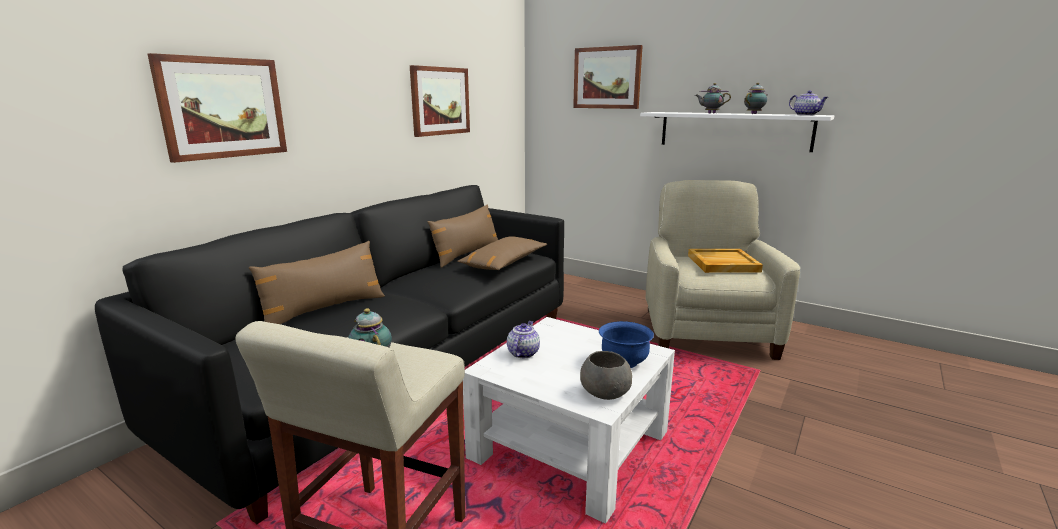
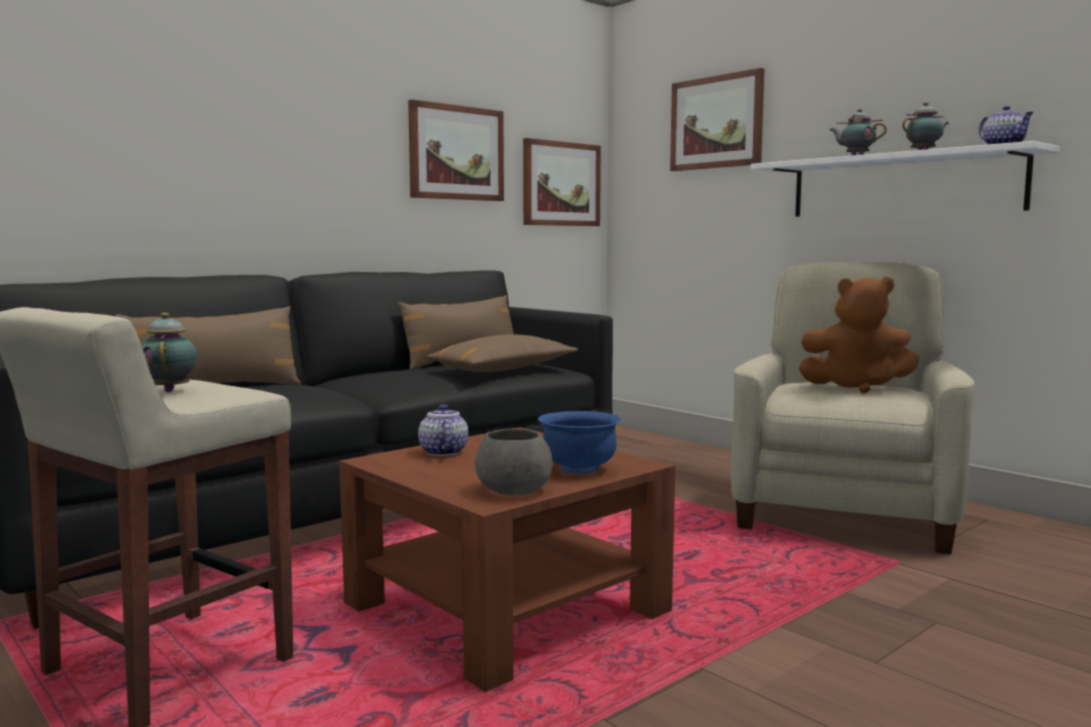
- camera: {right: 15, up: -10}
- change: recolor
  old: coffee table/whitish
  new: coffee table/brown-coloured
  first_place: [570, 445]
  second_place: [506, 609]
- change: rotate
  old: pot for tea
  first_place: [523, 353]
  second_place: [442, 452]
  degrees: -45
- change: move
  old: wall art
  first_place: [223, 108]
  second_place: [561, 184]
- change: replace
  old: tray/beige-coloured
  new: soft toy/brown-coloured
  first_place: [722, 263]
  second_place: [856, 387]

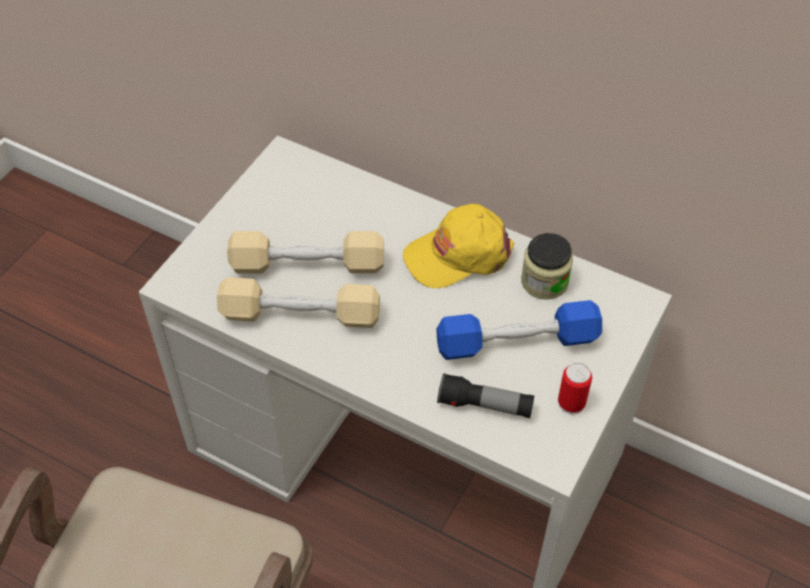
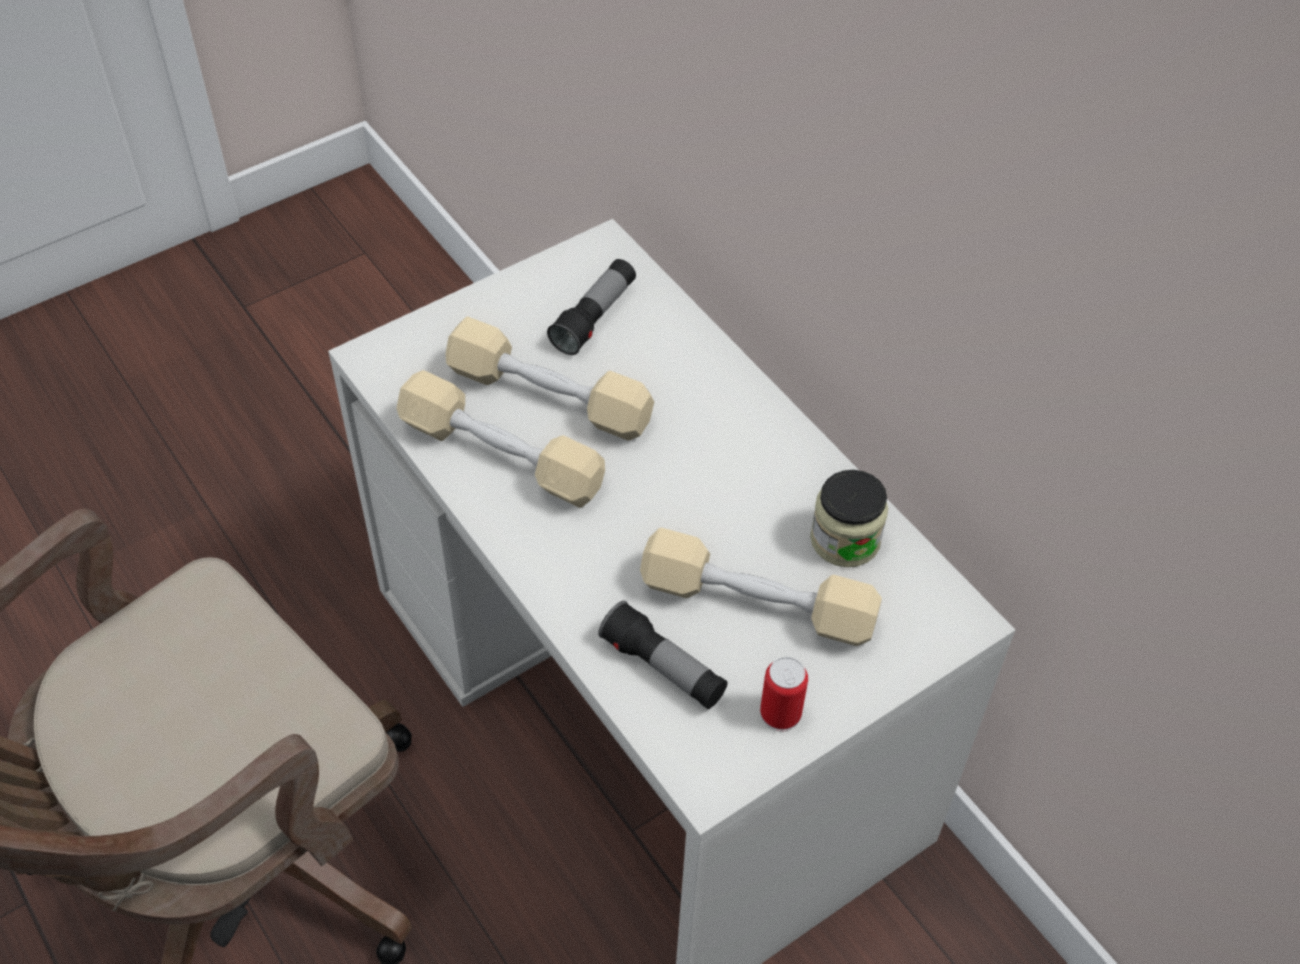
- camera: {right: 25, up: 0}
- change: insert
  new: torch
  second_place: [594, 317]
- change: recolor
  old: dumbbell/blue
  new: dumbbell/beige-coloured
  first_place: [517, 342]
  second_place: [757, 604]
- change: delete
  old: cap/yellowish
  first_place: [458, 254]

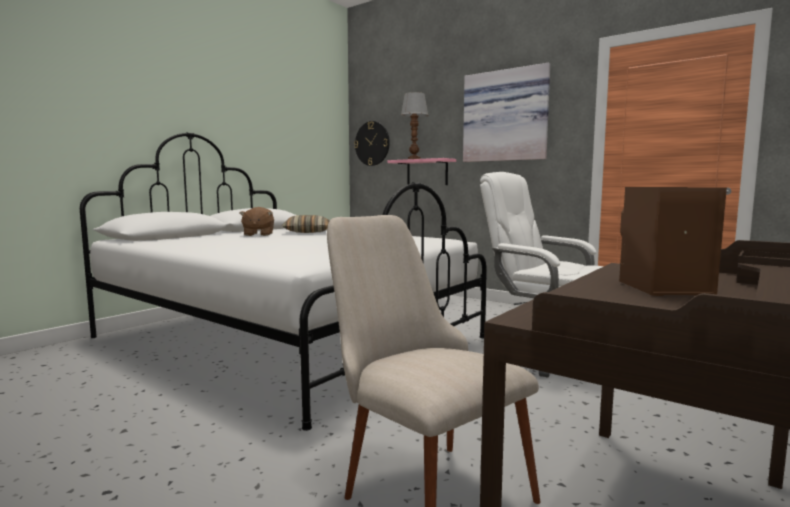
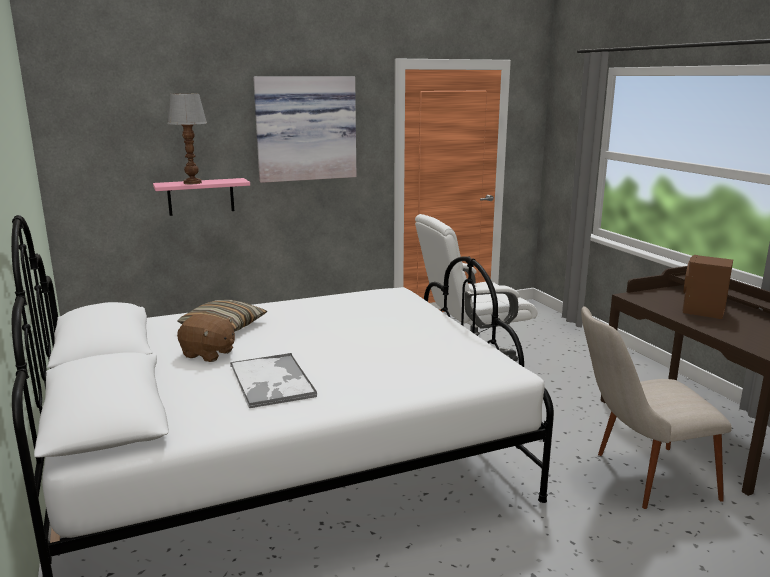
- camera: {right: -60, up: 10}
- change: insert
  new: tray
  second_place: [272, 381]
- change: delete
  old: wall clock
  first_place: [372, 143]

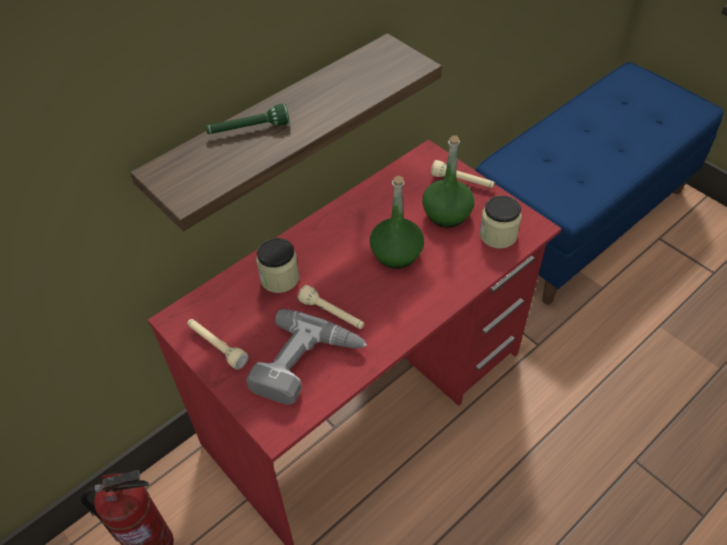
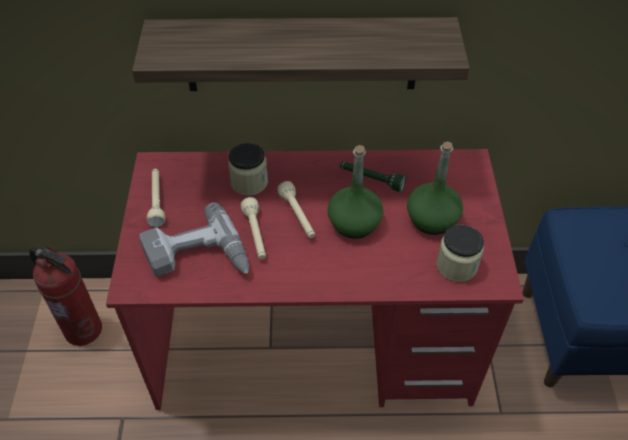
- camera: {right: 40, up: 0}
- change: move
  old: torch/beige-coloured
  first_place: [462, 181]
  second_place: [298, 216]
- change: move
  old: torch/green-coloured
  first_place: [248, 129]
  second_place: [371, 180]

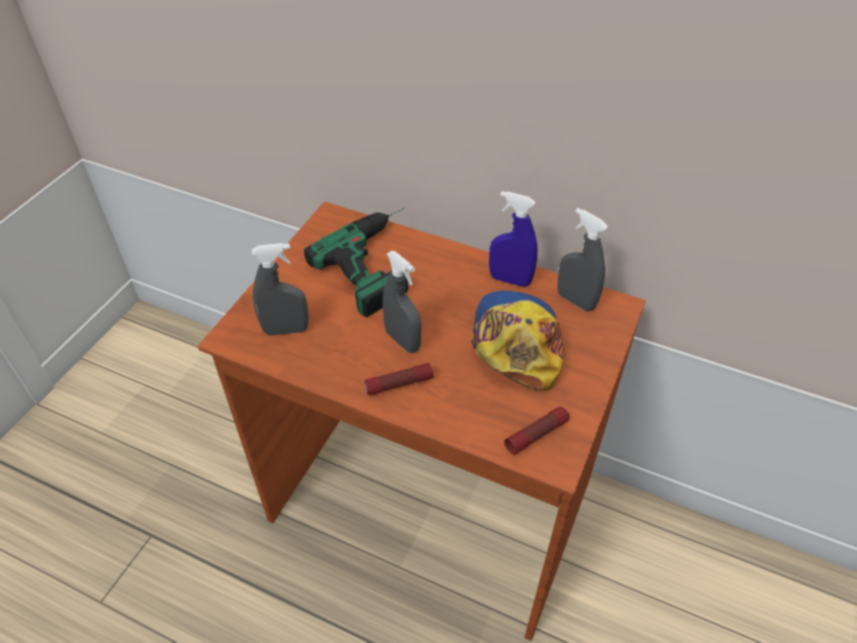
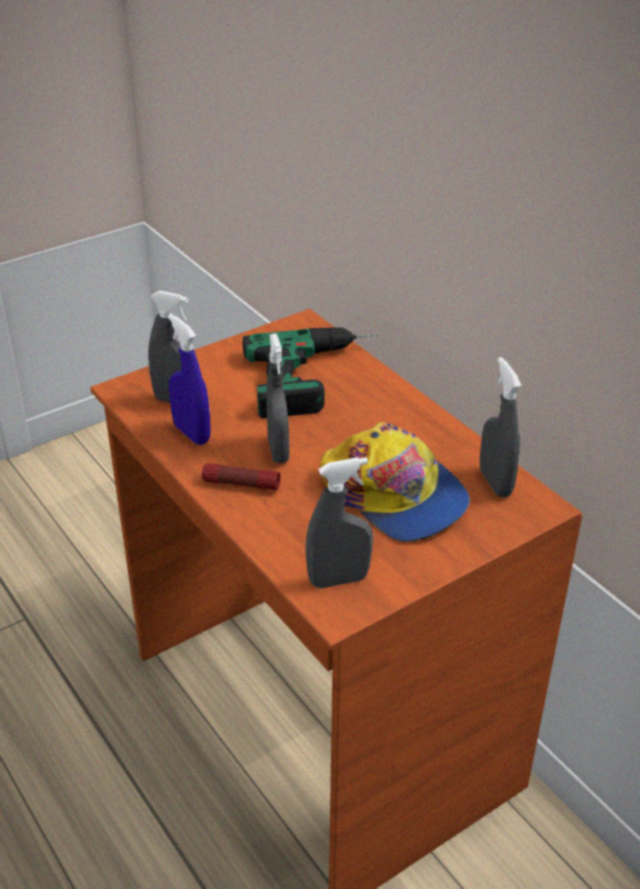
- camera: {right: 30, up: -10}
- change: move
  old: spray bottle/blue
  first_place: [510, 280]
  second_place: [191, 433]
- change: replace
  old: torch
  new: spray bottle/grey
  first_place: [536, 434]
  second_place: [338, 580]
- change: rotate
  old: cap
  first_place: [517, 342]
  second_place: [394, 494]
  degrees: 105

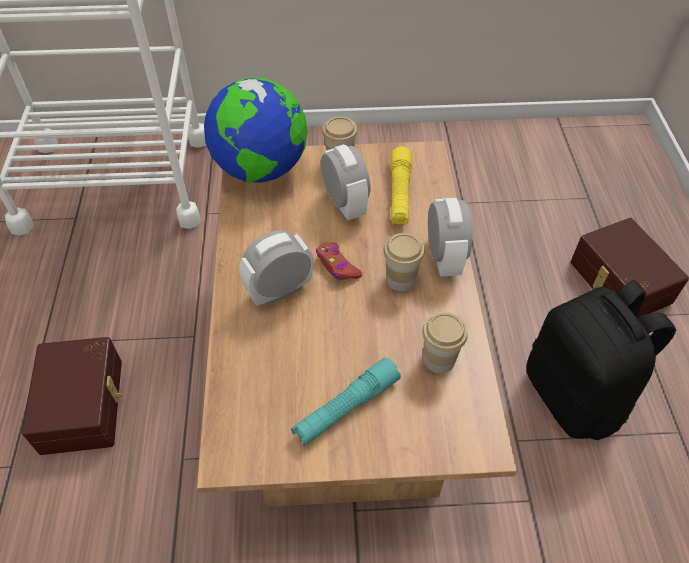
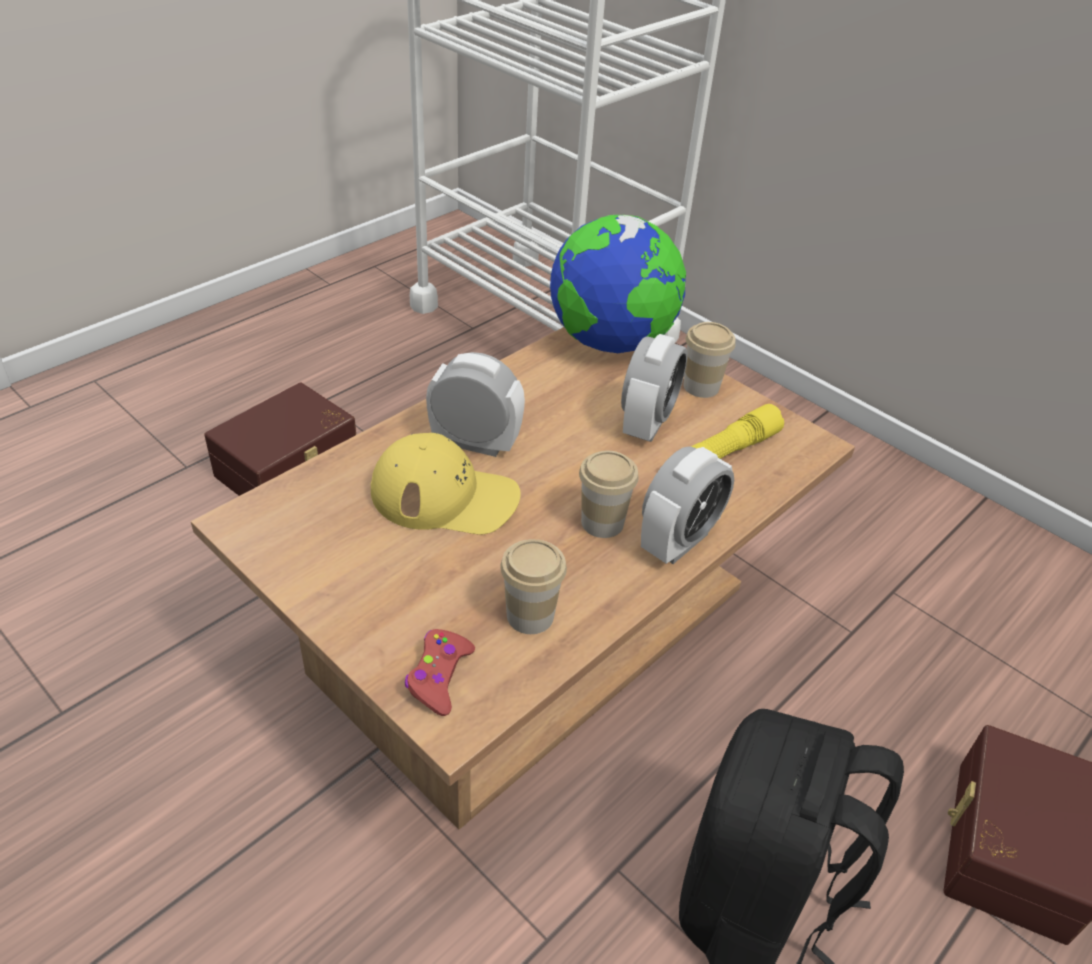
- camera: {right: 45, up: -10}
- change: insert
  new: cap/yellowish
  second_place: [445, 496]
- change: move
  old: game controller/reddish
  first_place: [337, 266]
  second_place: [439, 677]
- change: delete
  old: torch/blue-green
  first_place: [346, 407]

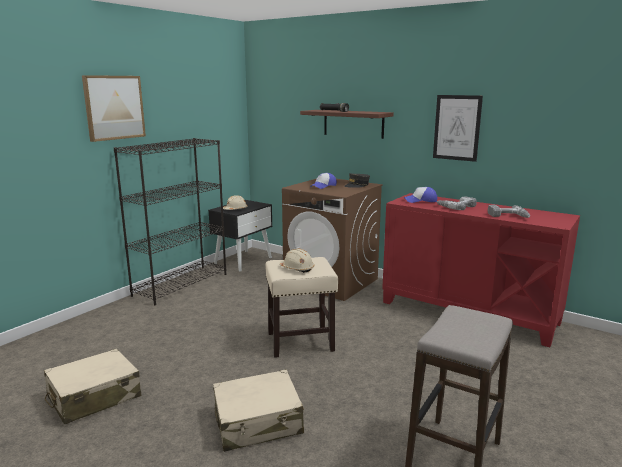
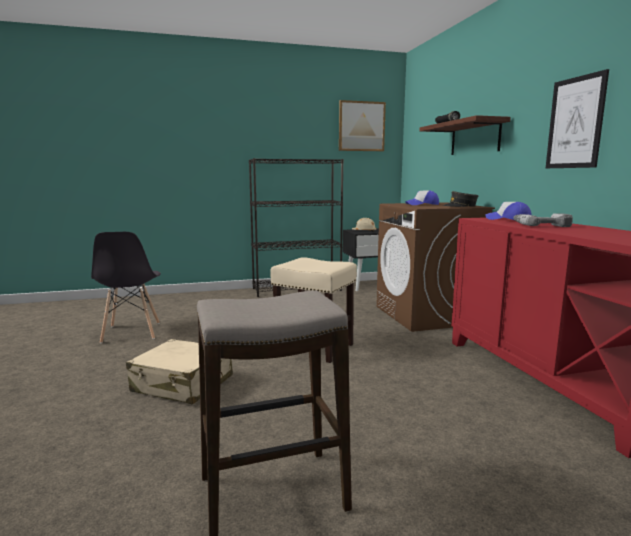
- camera: {right: 40, up: -5}
- change: replace
  old: piece of luggage/beige-coloured
  new: upright chair/grey
  first_place: [94, 397]
  second_place: [131, 333]
- change: move
  old: wall art
  first_place: [114, 107]
  second_place: [361, 126]
- change: delete
  old: hard hat/beige-coloured
  first_place: [297, 268]
- change: delete
  old: electric drill
  first_place: [508, 216]

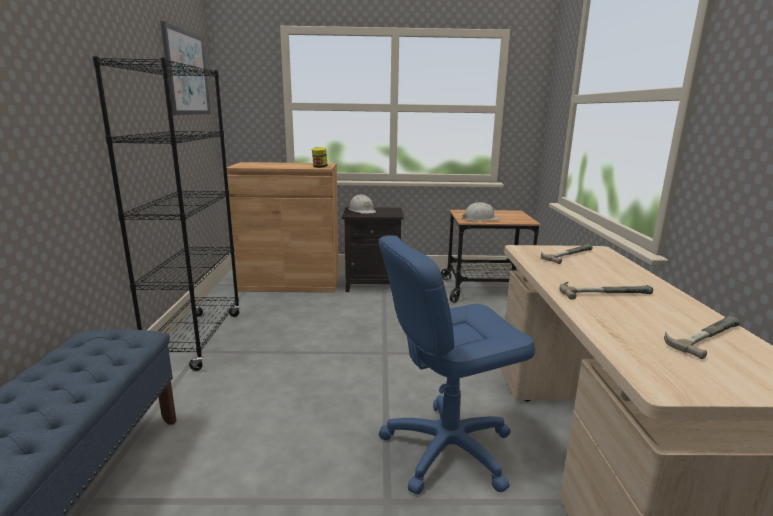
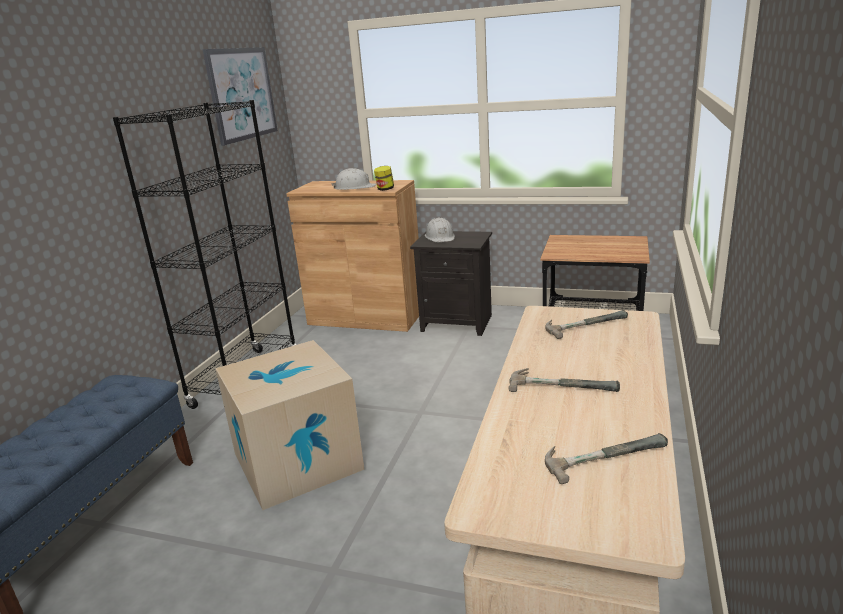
- camera: {right: 20, up: 5}
- change: insert
  new: cardboard box
  second_place: [297, 461]
- change: move
  old: hard hat/whitish
  first_place: [480, 219]
  second_place: [354, 187]
- change: delete
  old: desk chair/blue
  first_place: [447, 448]

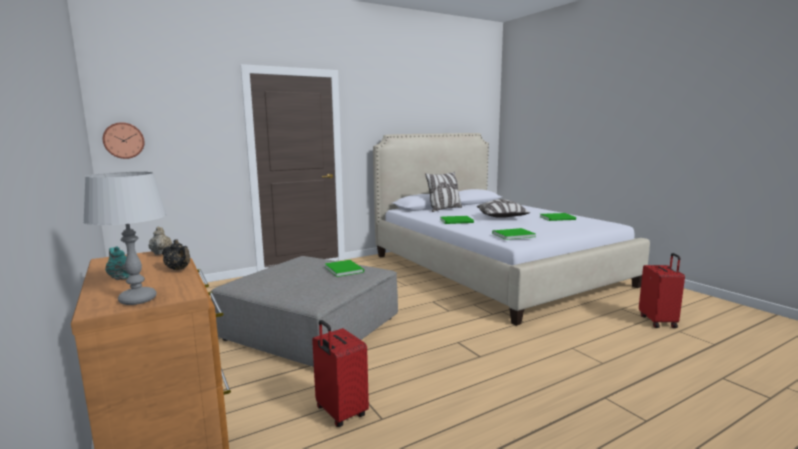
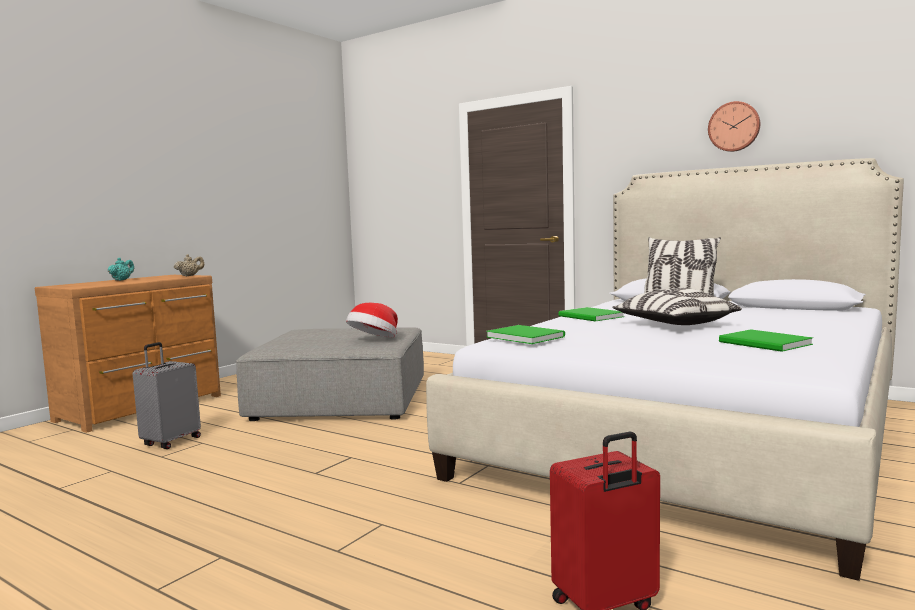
- camera: {right: 65, up: -5}
- change: recolor
  old: piece of luggage/reddish
  new: piece of luggage/grey
  first_place: [340, 413]
  second_place: [170, 442]
- change: replace
  old: book/green-coloured
  new: clothing hat
  first_place: [344, 269]
  second_place: [374, 340]
- change: move
  old: wall clock
  first_place: [124, 140]
  second_place: [734, 127]
- change: delete
  old: table lamp/grey
  first_place: [138, 300]
- change: delete
  old: pot for tea/black-coloured
  first_place: [179, 269]

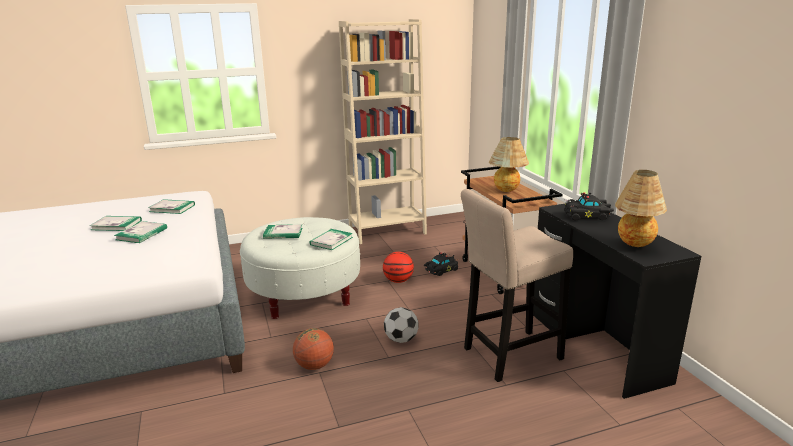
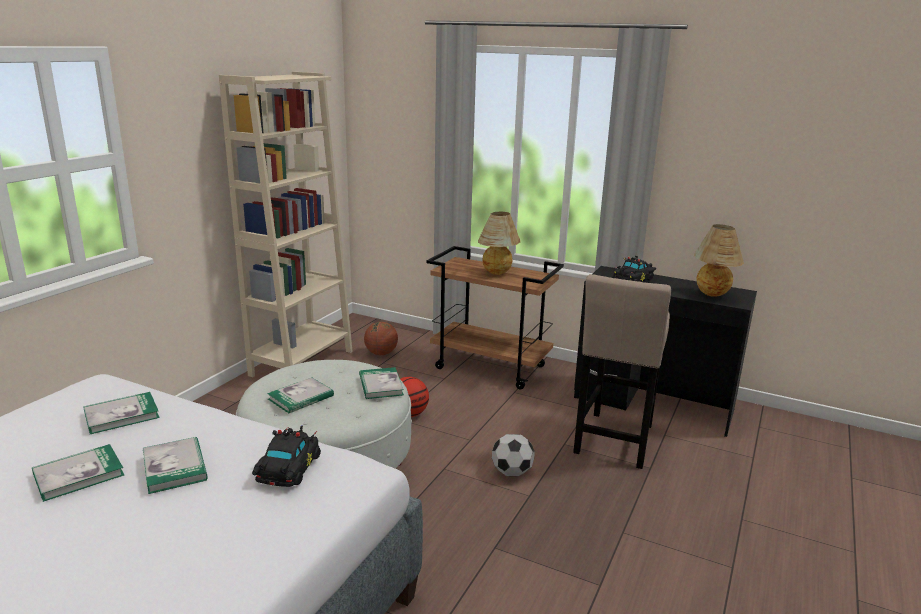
- camera: {right: -45, up: 0}
- change: move
  old: miniature car/black-coloured
  first_place: [440, 270]
  second_place: [287, 469]
- change: move
  old: basketball
  first_place: [314, 365]
  second_place: [381, 353]

